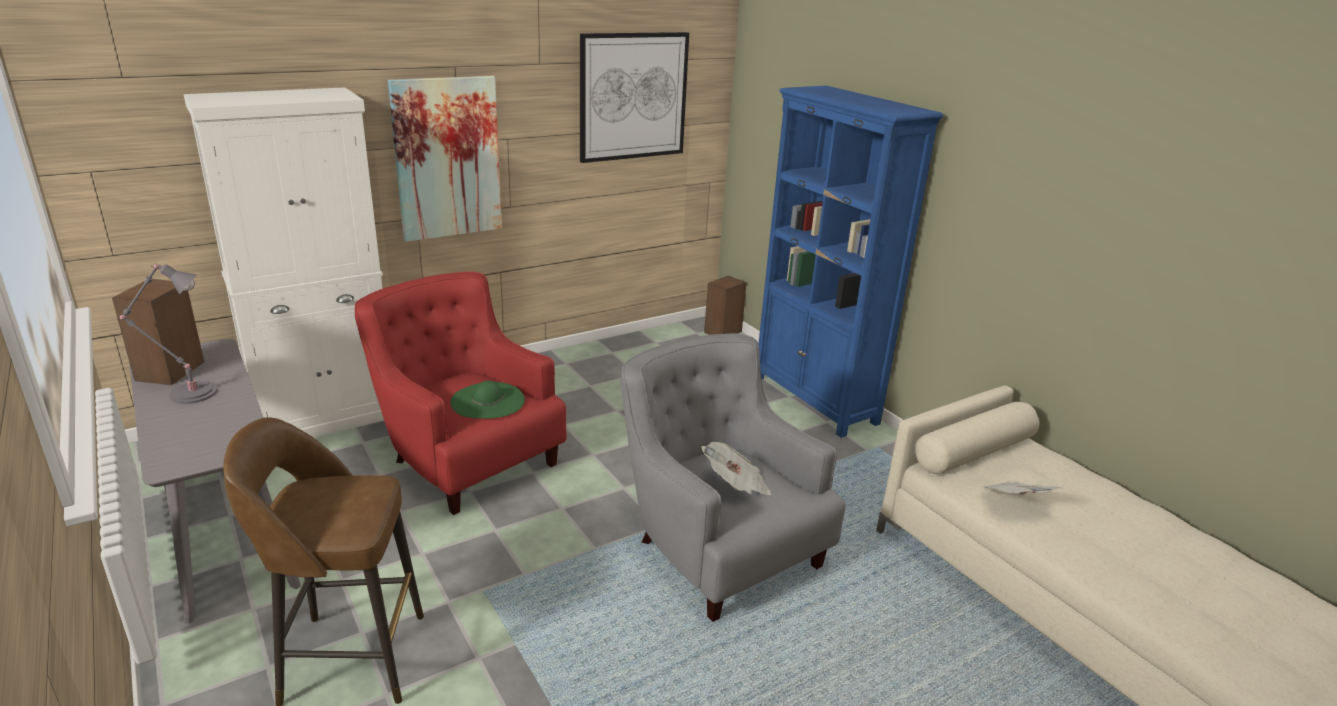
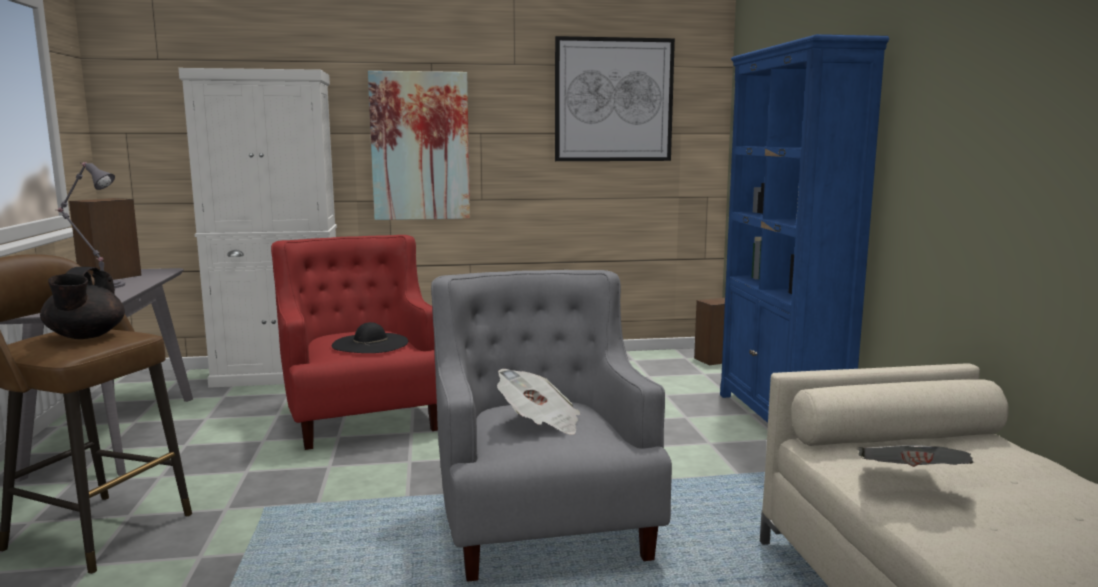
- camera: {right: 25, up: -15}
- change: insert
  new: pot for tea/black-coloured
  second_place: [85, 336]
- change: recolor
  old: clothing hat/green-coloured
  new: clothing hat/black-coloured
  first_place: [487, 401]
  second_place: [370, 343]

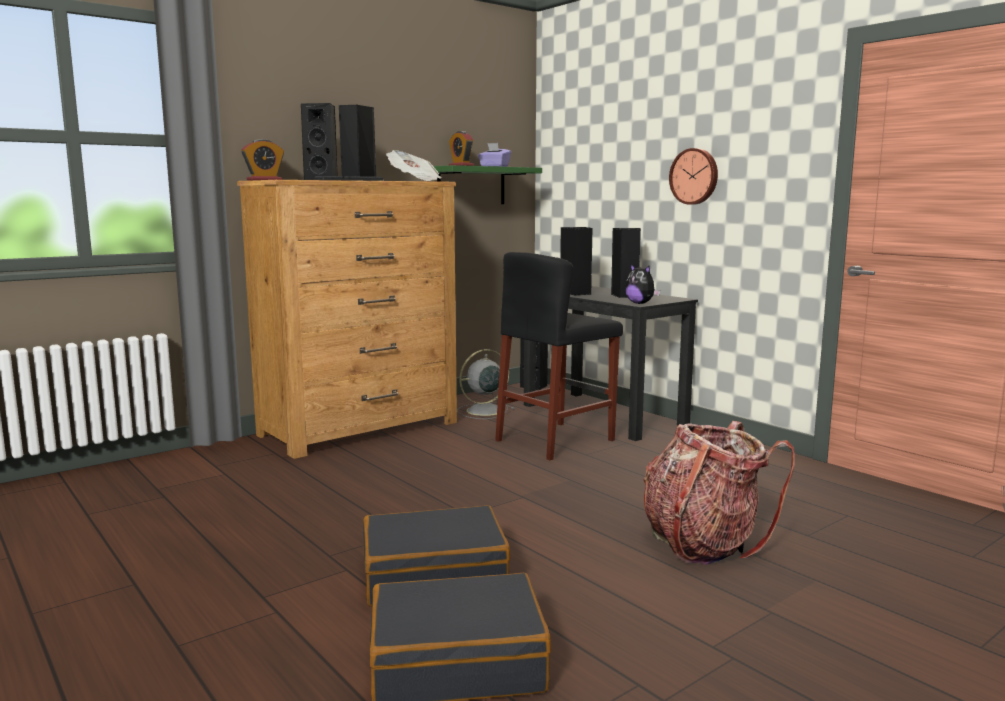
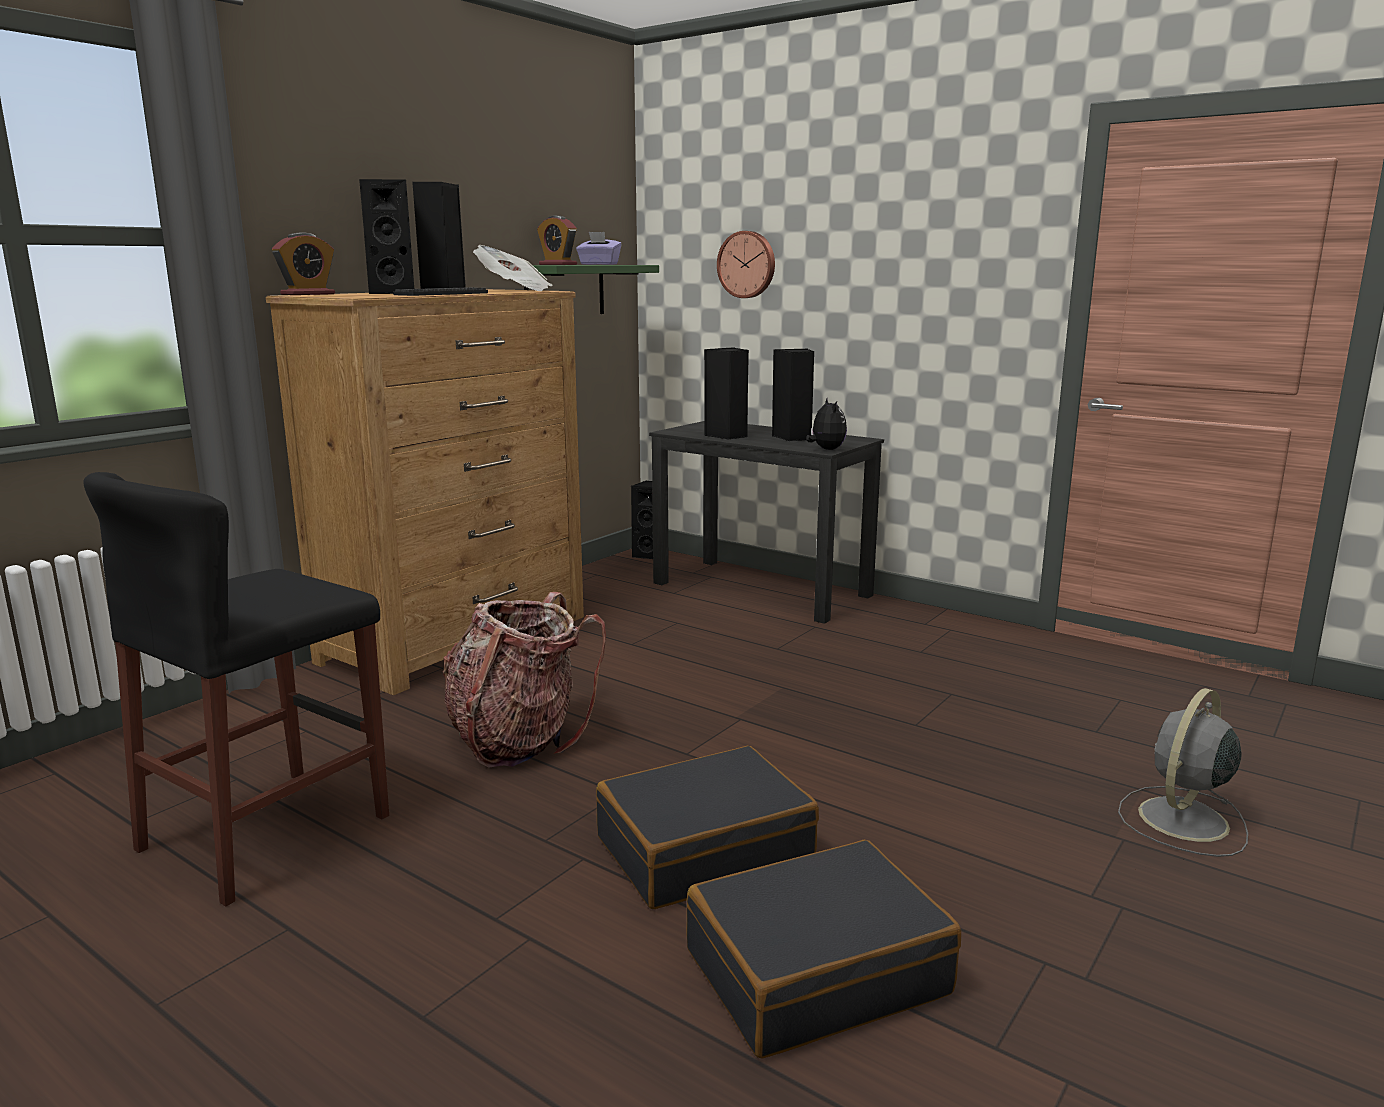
- camera: {right: -15, up: 5}
- change: move
  old: stool/black-coloured
  first_place: [555, 440]
  second_place: [266, 832]
- change: move
  old: knapsack
  first_place: [703, 543]
  second_place: [518, 740]
- change: move
  old: wall clock
  first_place: [695, 176]
  second_place: [747, 264]
- change: rotate
  old: soft toy
  first_place: [640, 303]
  second_place: [826, 449]
  degrees: -135
- change: move
  old: cooling fan/grey
  first_place: [483, 411]
  second_place: [1181, 821]

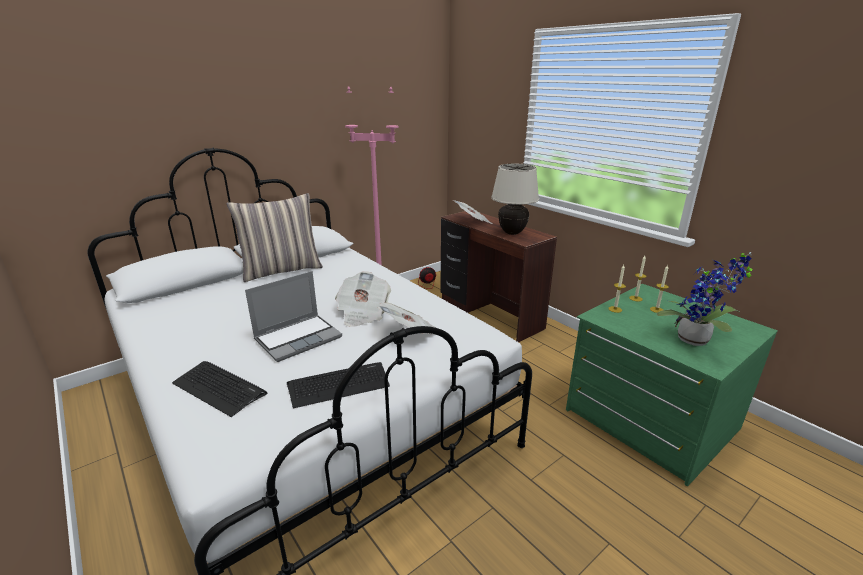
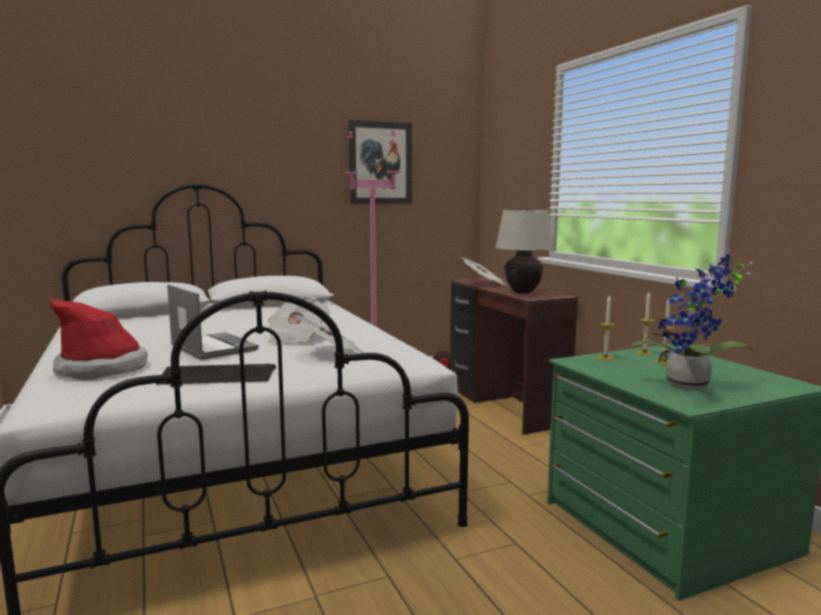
- camera: {right: 15, up: -15}
- change: replace
  old: computer keyboard
  new: clothing hat
  first_place: [219, 388]
  second_place: [102, 368]
- change: rotate
  old: notebook computer
  first_place: [298, 338]
  second_place: [211, 348]
  degrees: -105
- change: insert
  new: wall art
  second_place: [380, 163]
- change: delete
  old: pillow
  first_place: [282, 270]

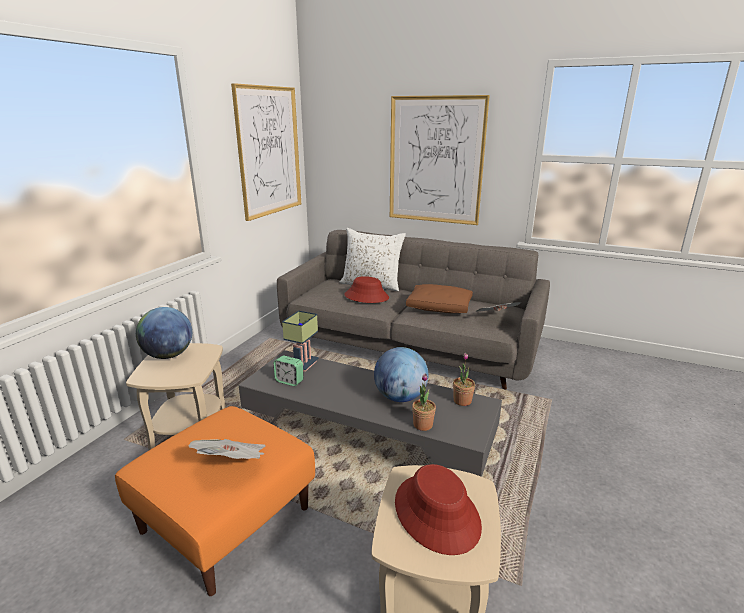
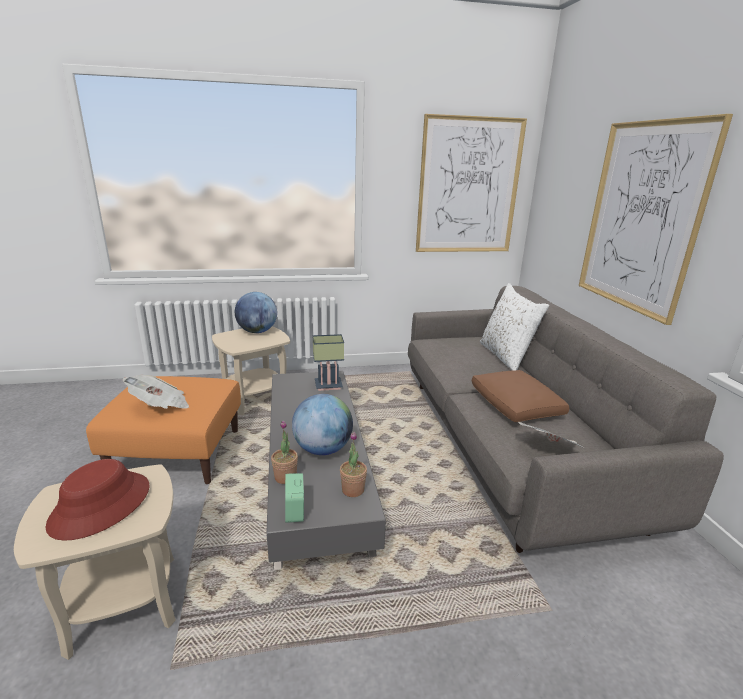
- camera: {right: 55, up: 0}
- change: move
  old: bedside clock
  first_place: [289, 381]
  second_place: [295, 511]
- change: delete
  old: clothing hat/reddish
  first_place: [366, 296]

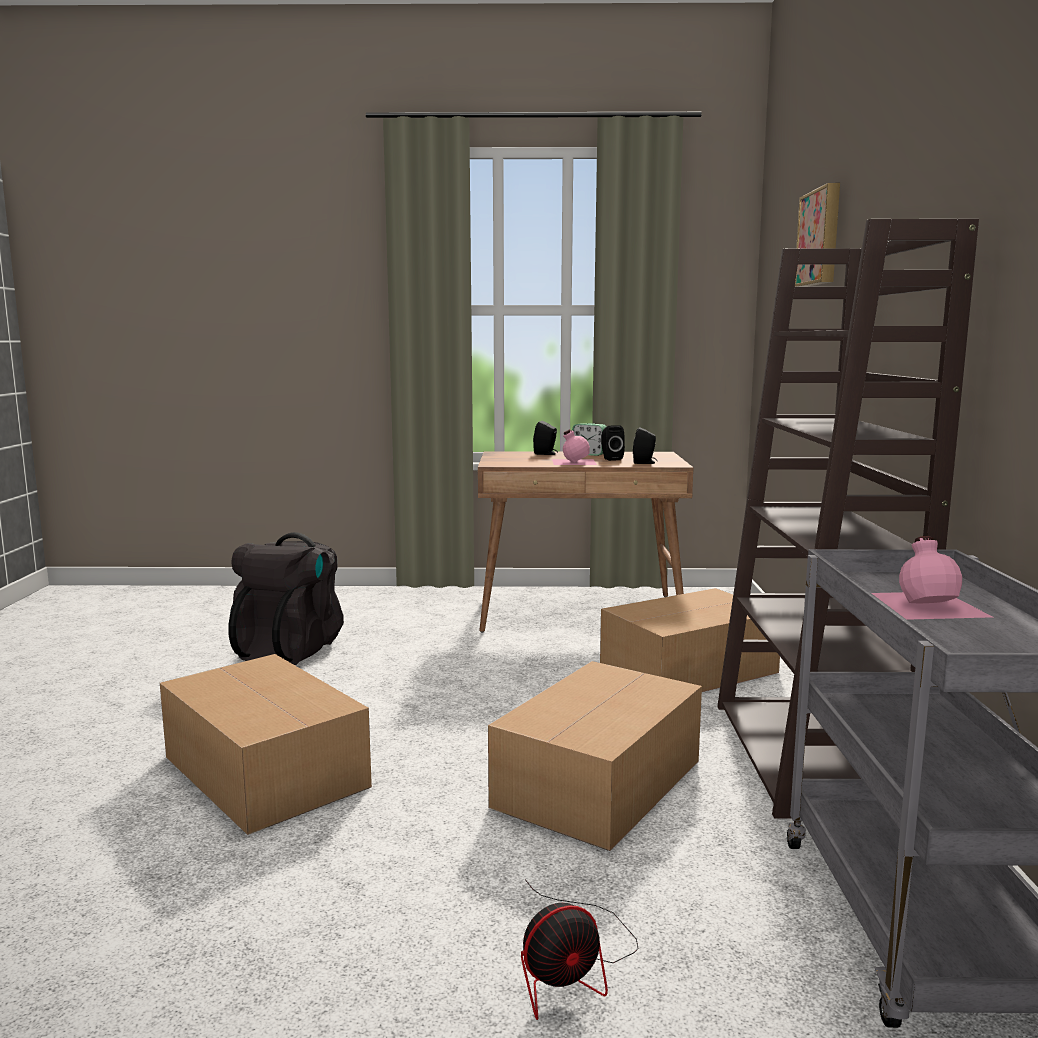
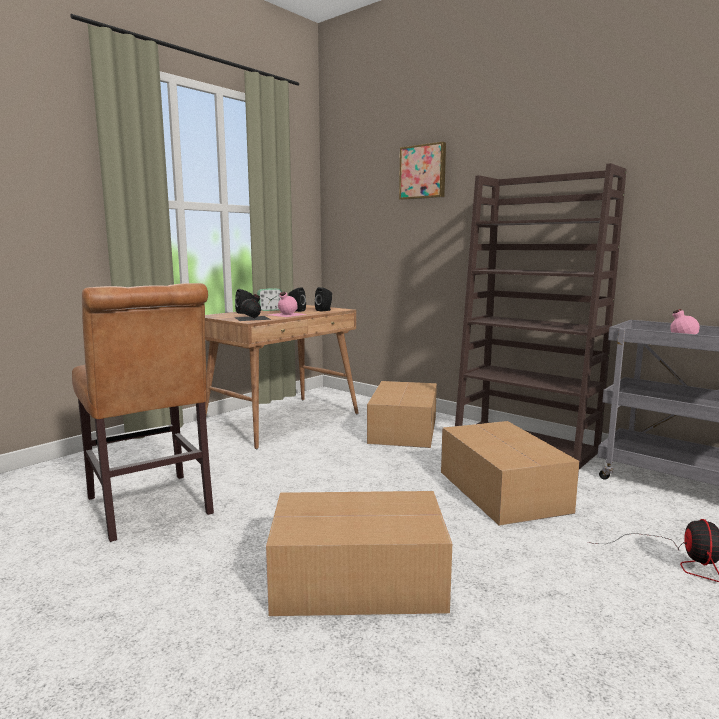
- camera: {right: -50, up: 0}
- change: replace
  old: knapsack/black-coloured
  new: upright chair/brown-coloured
  first_place: [291, 649]
  second_place: [151, 509]
- change: insert
  new: drink bottle/black-coloured
  second_place: [253, 318]

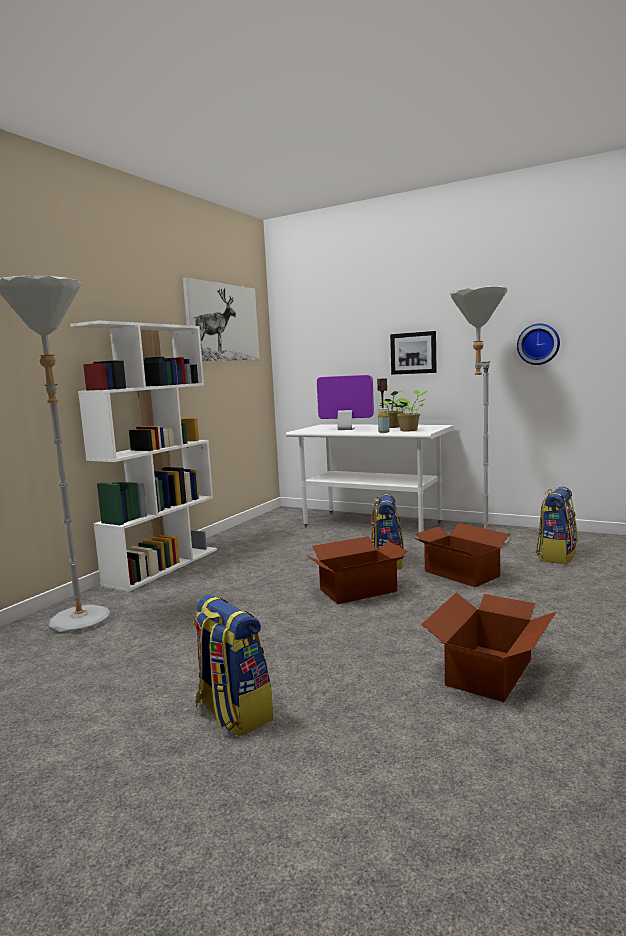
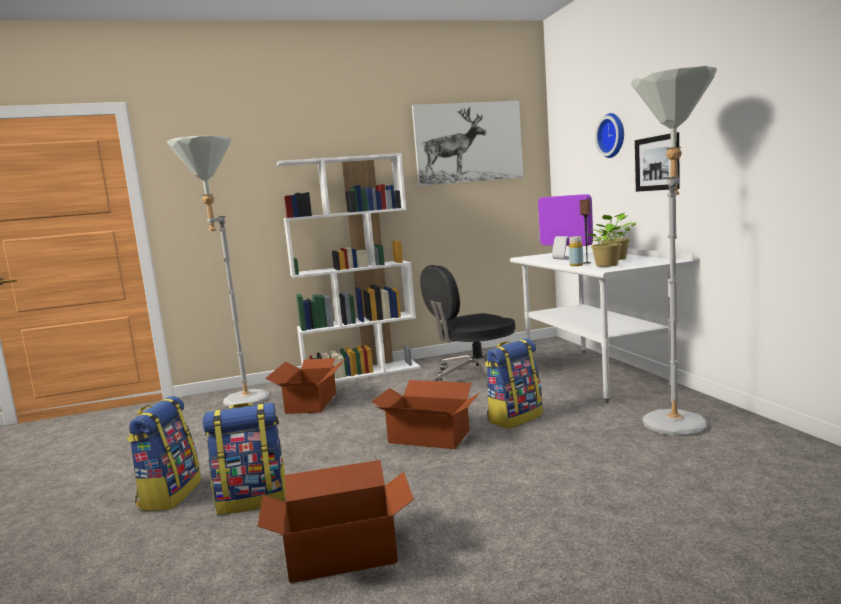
- camera: {right: 45, up: 0}
- change: move
  old: knapsack
  first_place: [556, 556]
  second_place: [253, 499]
- change: move
  old: cardboard box
  first_place: [461, 574]
  second_place: [310, 403]
- change: insert
  new: desk chair/black-coloured
  second_place: [475, 376]
- change: move
  old: wall clock
  first_place: [538, 344]
  second_place: [613, 135]

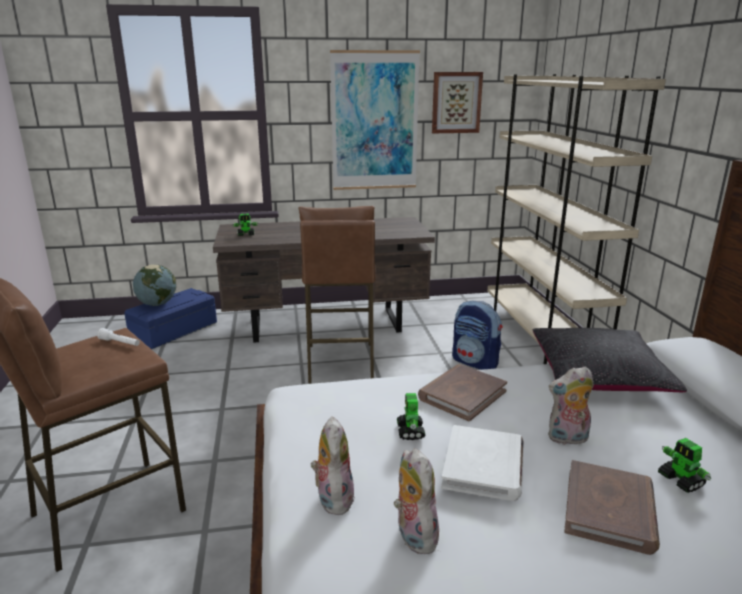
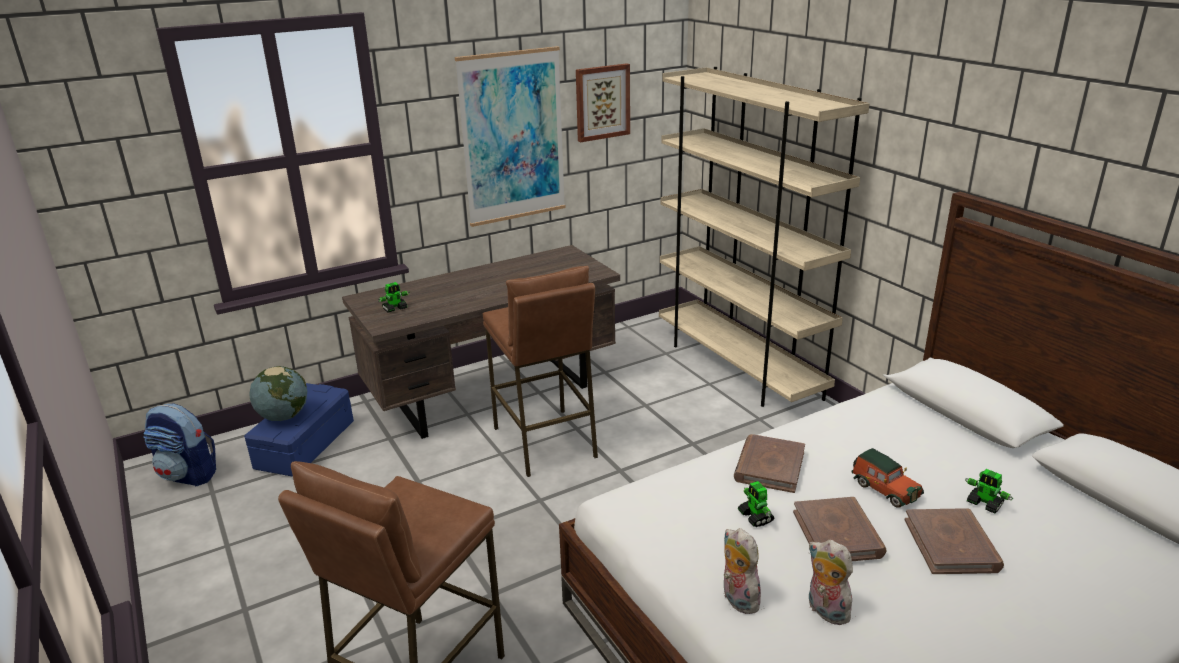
- camera: {right: -20, up: 5}
- change: move
  old: knapsack
  first_place: [475, 362]
  second_place: [188, 475]
- change: recolor
  old: book/whitish
  new: book/brown-coloured
  first_place: [484, 466]
  second_place: [838, 534]
- change: replace
  old: soft toy
  new: miniature car
  first_place: [567, 439]
  second_place: [884, 489]
- change: delete
  old: torch/whitish
  first_place: [120, 343]
- change: delete
  old: pillow/black-coloured
  first_place: [598, 376]

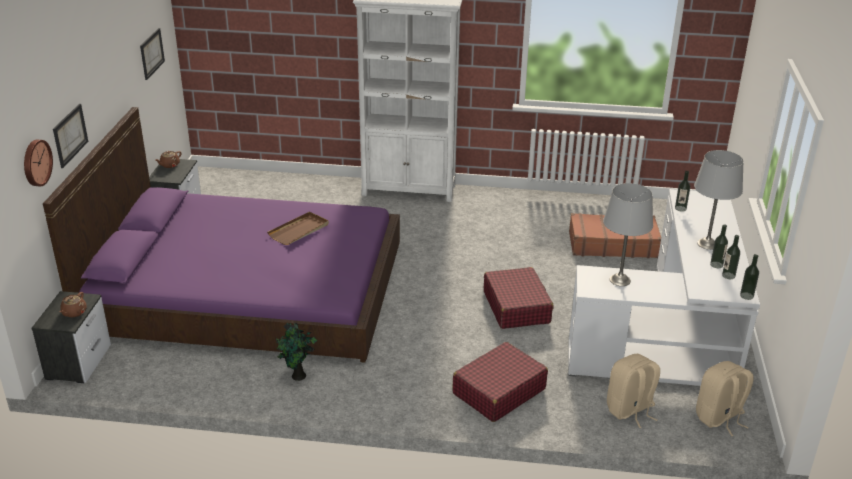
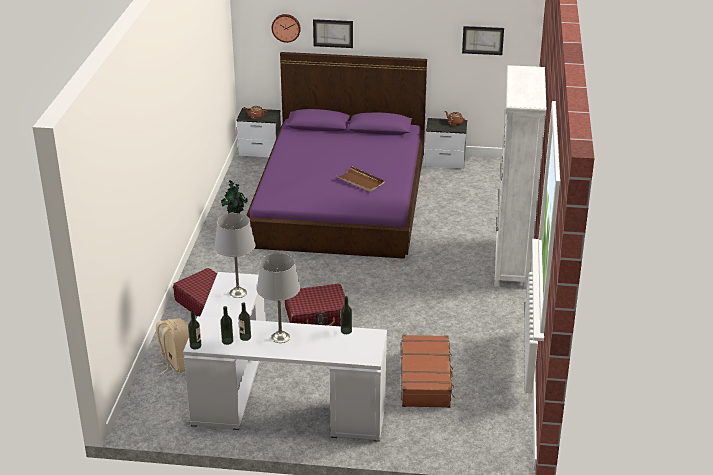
- camera: {right: 90, up: 0}
- change: delete
  old: knapsack/beige-coloured
  first_place: [719, 418]

